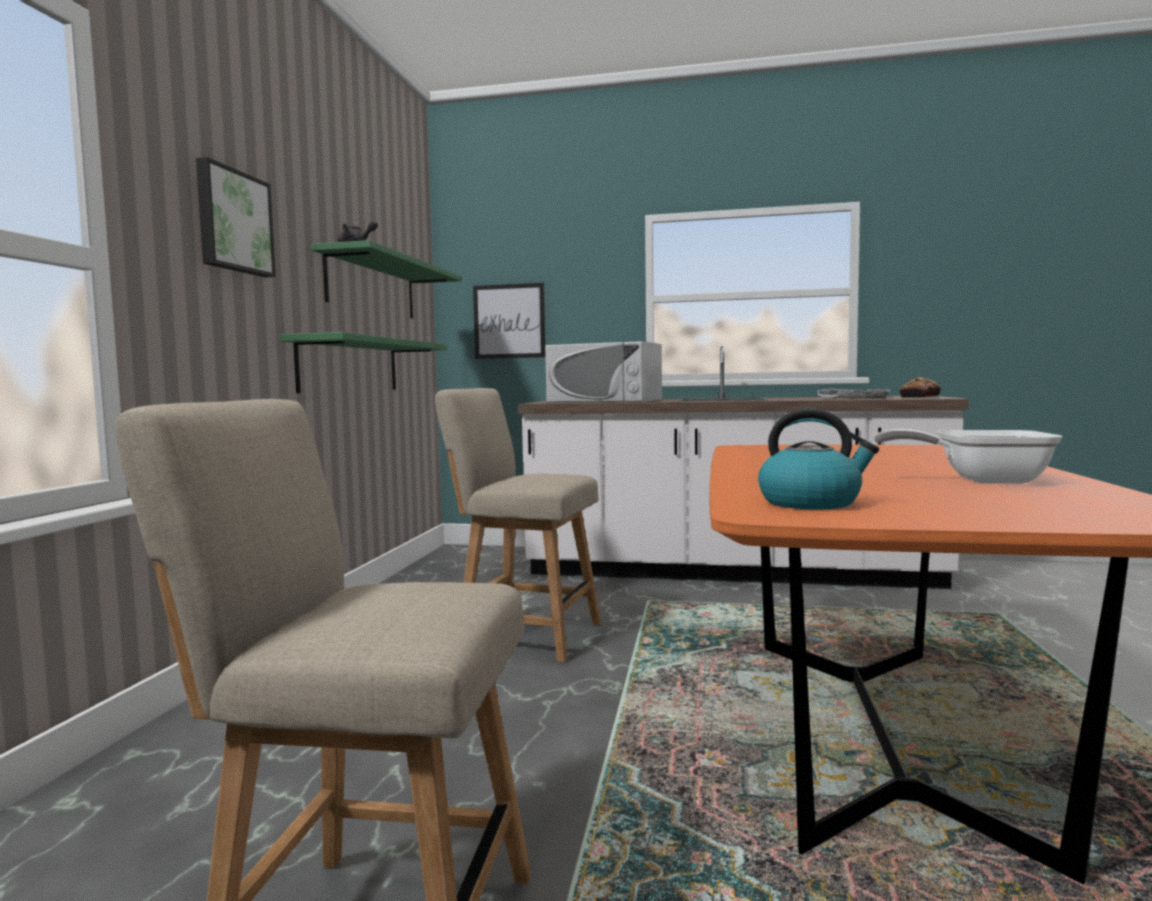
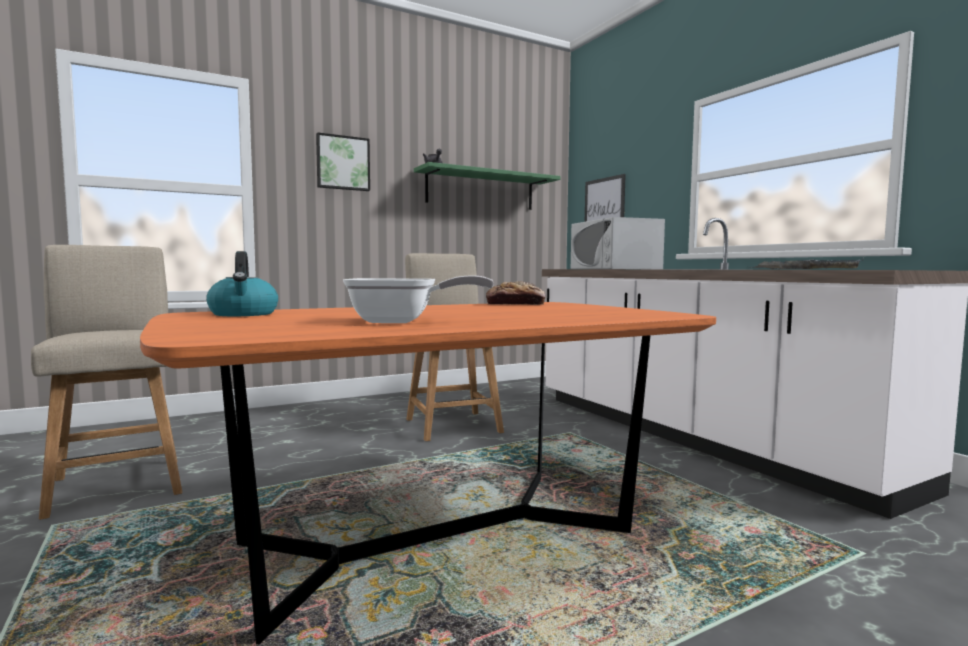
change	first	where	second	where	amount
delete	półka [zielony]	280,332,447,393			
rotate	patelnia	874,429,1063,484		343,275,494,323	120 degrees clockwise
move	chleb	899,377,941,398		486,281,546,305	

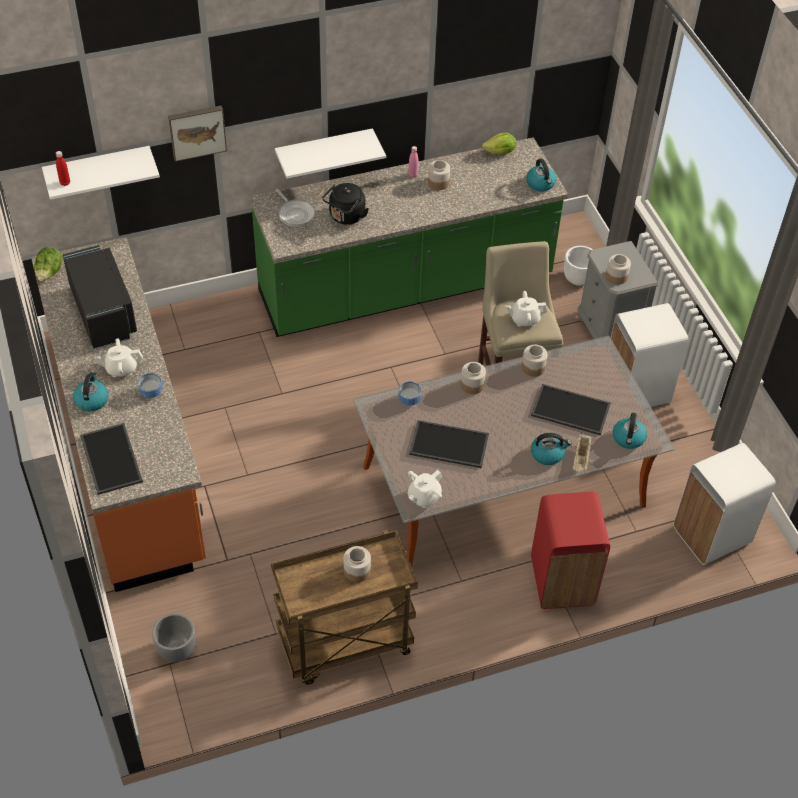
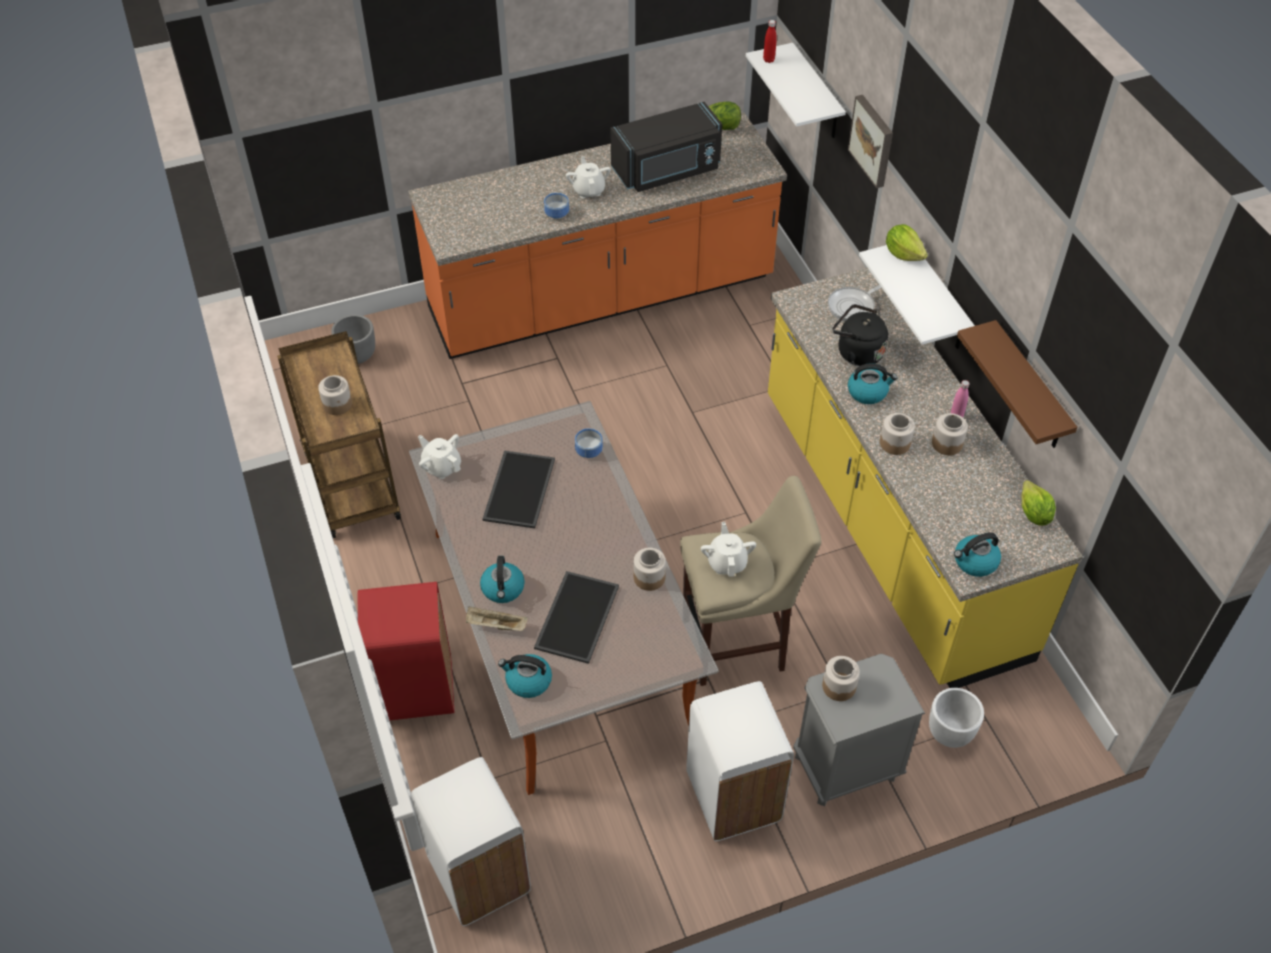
change	first	where	second	where	amount
move	czajnik	73,371,109,411		848,363,897,404	
delete	taca	80,423,143,495			
recolor	zabudowa kuchenna [zielony]	250,137,568,337	zabudowa kuchenna [żółty]	768,268,1083,688	
move	słoik	461,362,486,394		880,413,915,455	
insert			sałata	886,224,928,261	
insert			półka [brązowy]	957,320,1077,448	

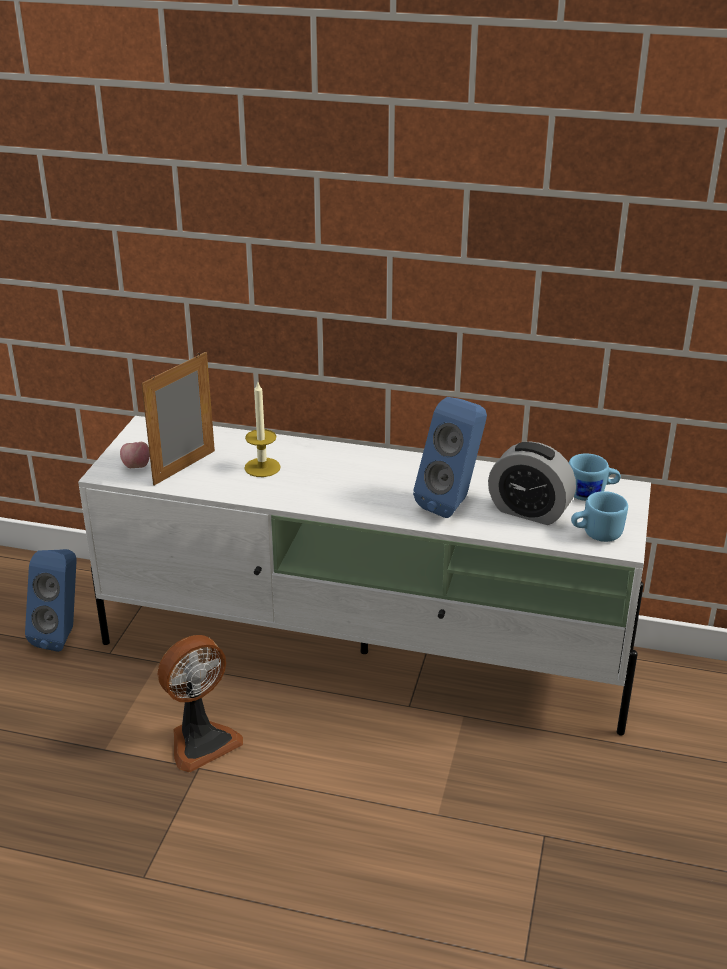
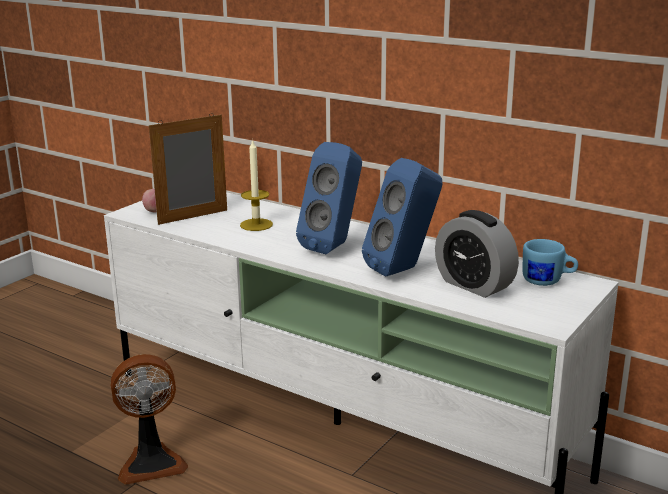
change	first	where	second	where	amount
move	głośnik [niebieski]	25,549,76,652		296,142,362,254	
delete	kubek [niebieski]	571,491,628,542			

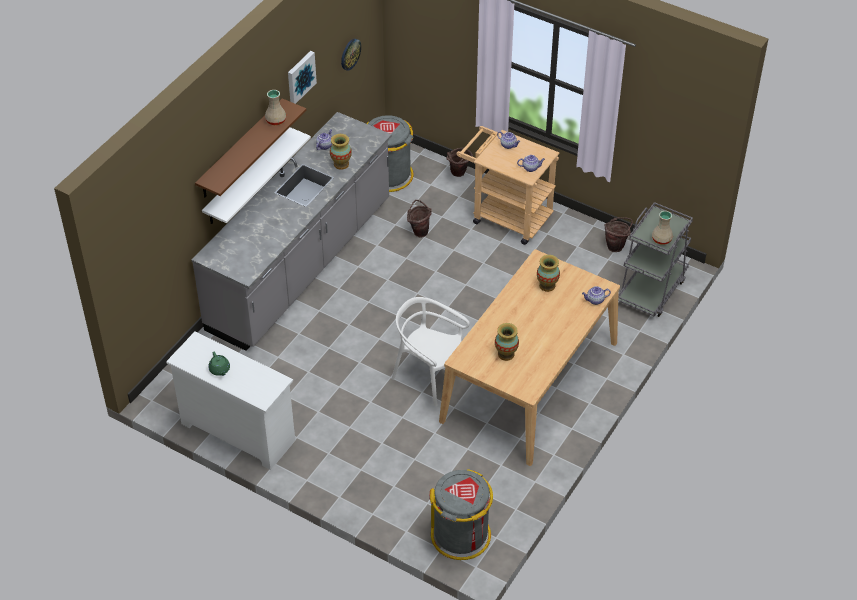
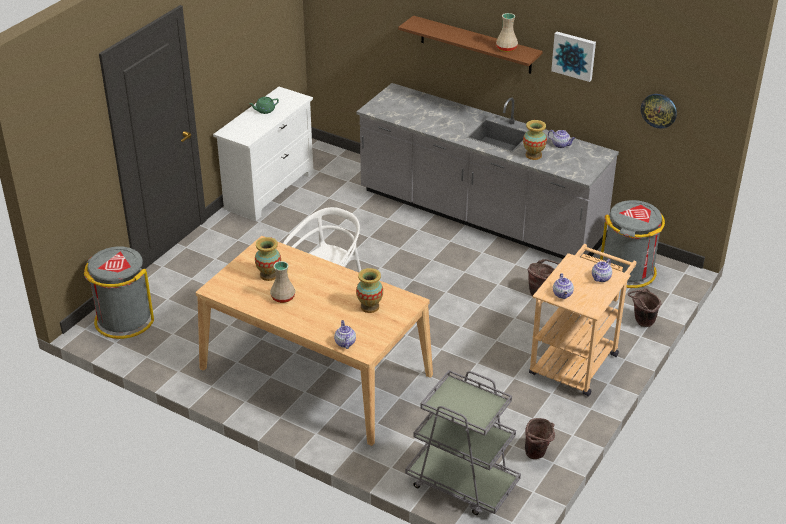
change	first	where	second	where	amount
delete	półka [biały]	202,127,311,224			
move	wazon [beżowy]	652,211,673,245		270,261,295,303	

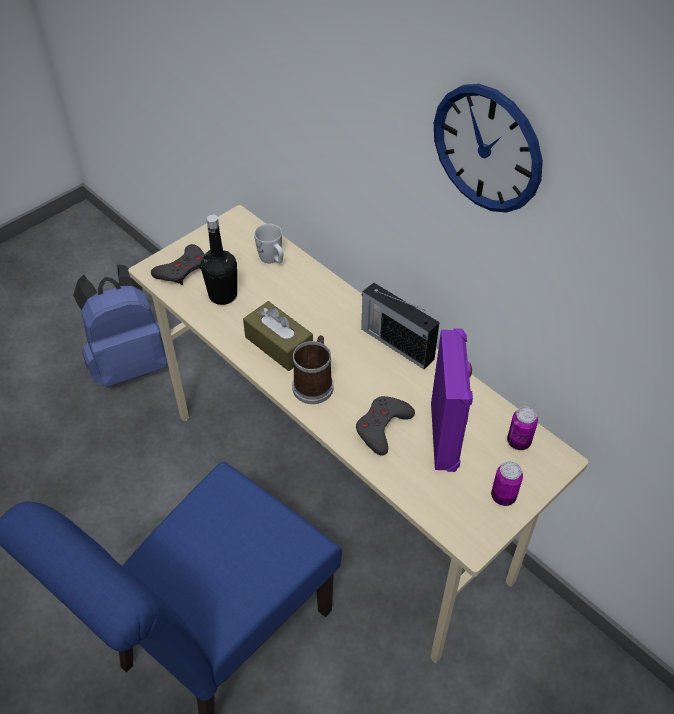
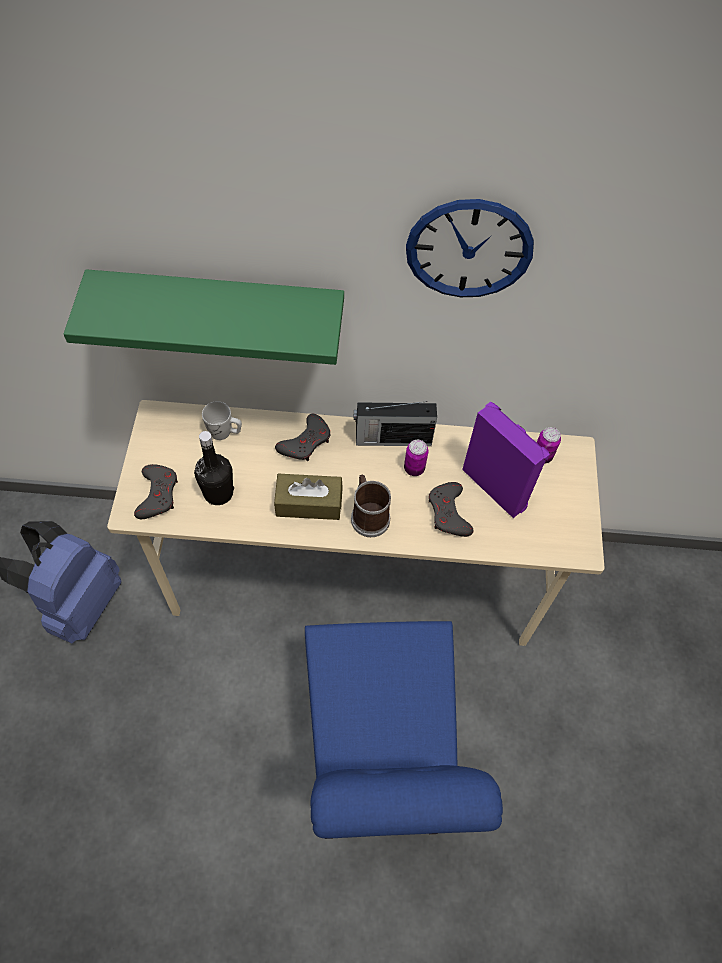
change	first	where	second	where	amount
move	puszka	491,461,523,506		404,440,428,476	
insert			półka [zielony]	64,269,344,365	
insert			pad do gier [szary]	275,414,331,461	

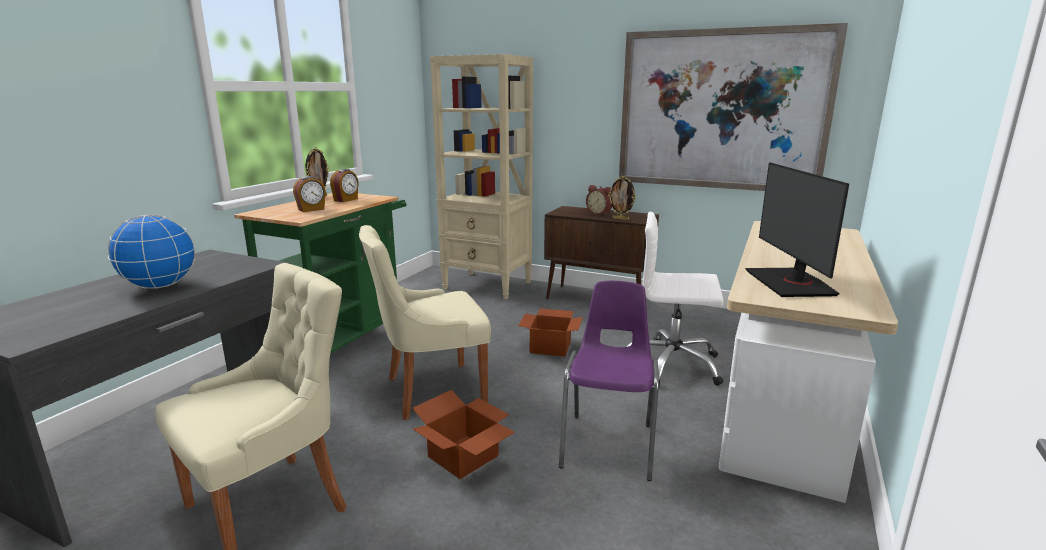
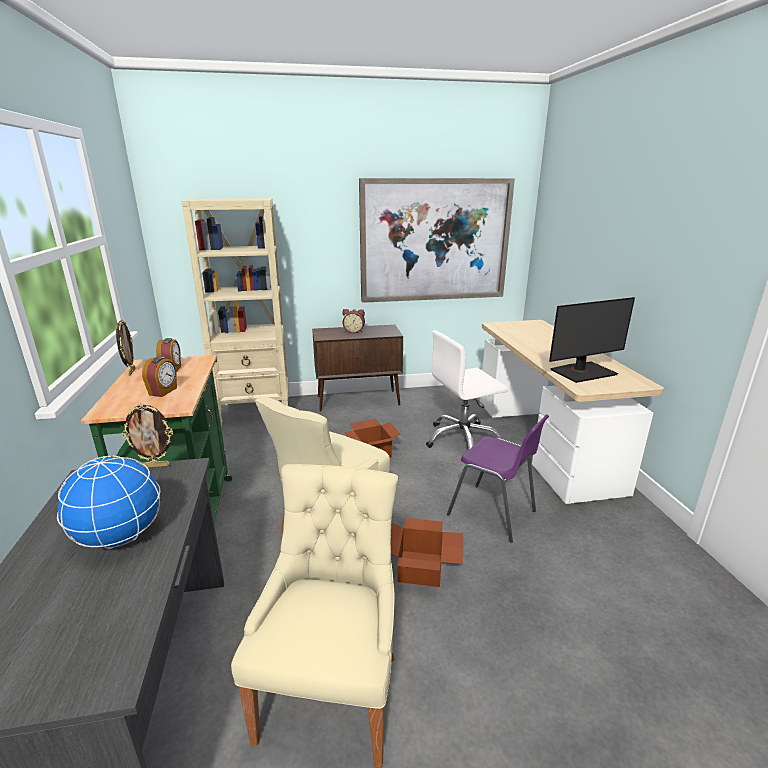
change	first	where	second	where	amount
rotate	krzesło [fioletowy]	559,281,659,481		447,414,549,543	150 degrees clockwise
move	ramka na zdjęcie	608,176,636,220		122,403,173,468	
rotate	monitor	745,162,849,297		549,297,635,383	75 degrees counterclockwise

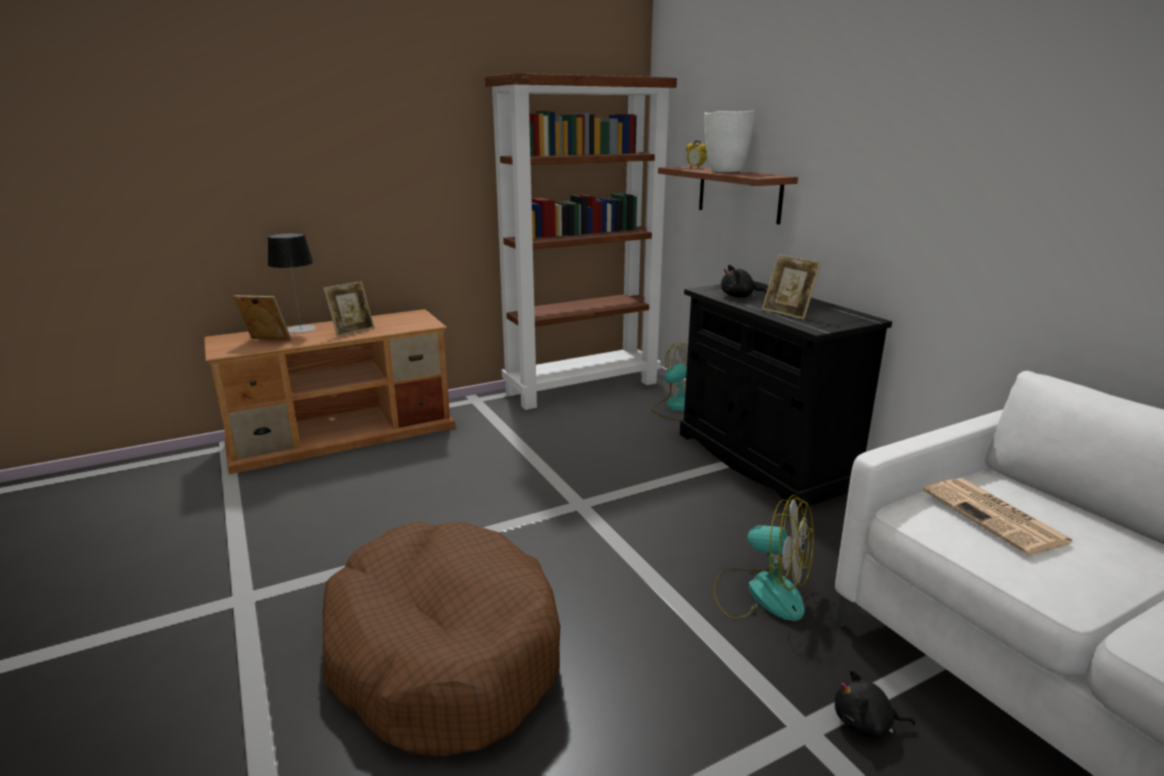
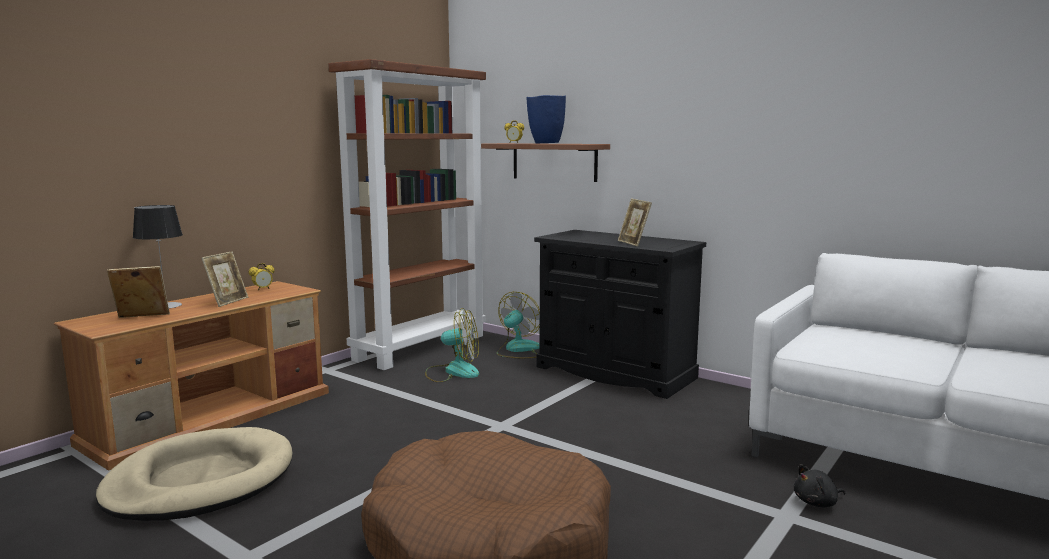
change	first	where	second	where	amount
recolor	wazon [biały]	704,111,755,172	wazon [niebieski]	526,95,566,143	
move	wentylator	713,495,814,621		425,308,479,382	
delete	pluszak [czarny]	721,265,767,298			
rotate	ramka na zdjęcie	762,254,822,320		618,198,652,246	45 degrees clockwise
delete	gazeta	923,478,1075,555			
insert			legowisko [beżowy]	96,427,293,521	
insert			budzik	249,263,274,290	

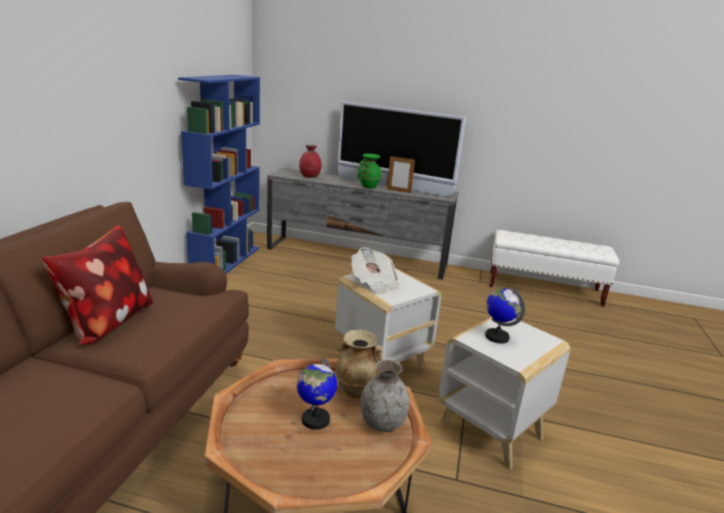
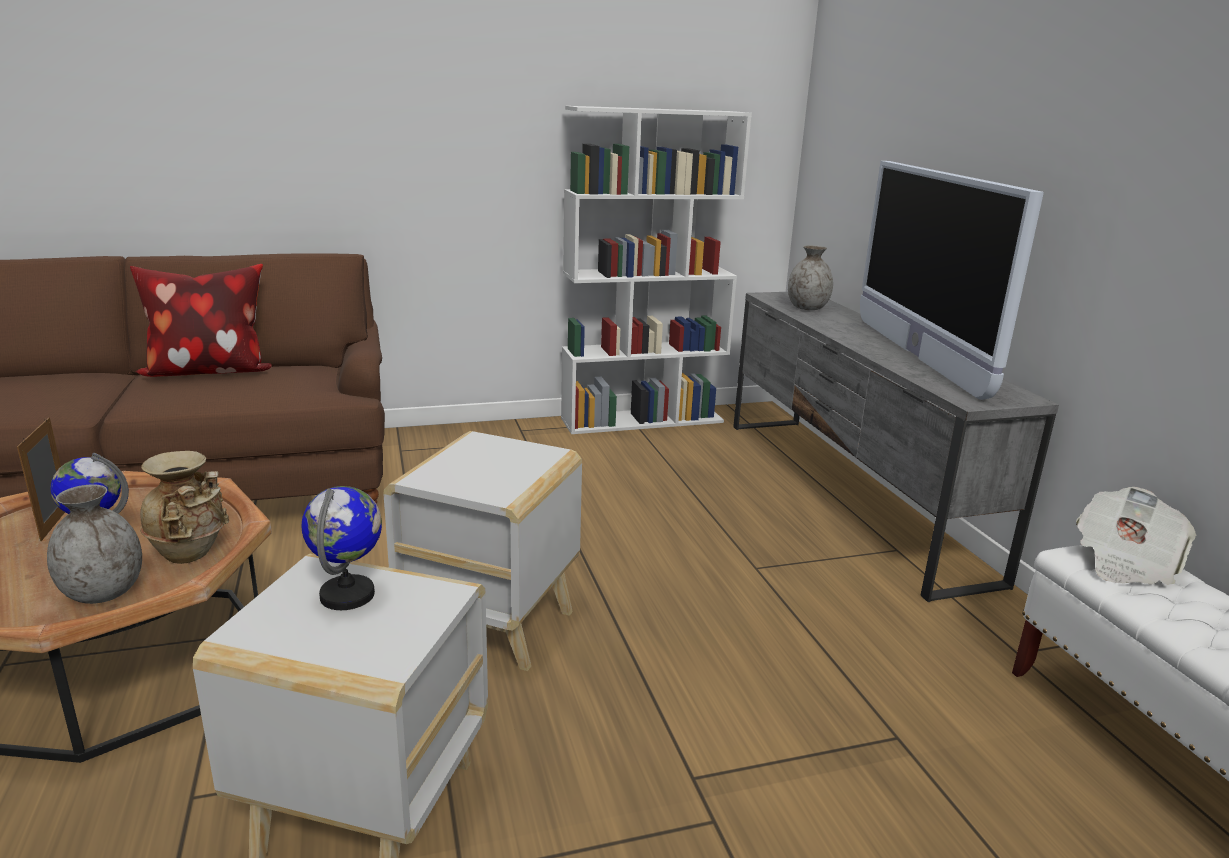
change	first	where	second	where	amount
recolor	regał [niebieski]	178,75,260,274	regał [biały]	561,106,752,434	
recolor	wazon [czerwony]	299,145,322,178	wazon [szary]	788,245,833,310	
move	gazeta	351,247,399,295		1076,487,1196,585	
delete	wazon [zielony]	357,154,382,189			
move	ramka na zdjęcie	387,156,415,193		17,418,65,541	

